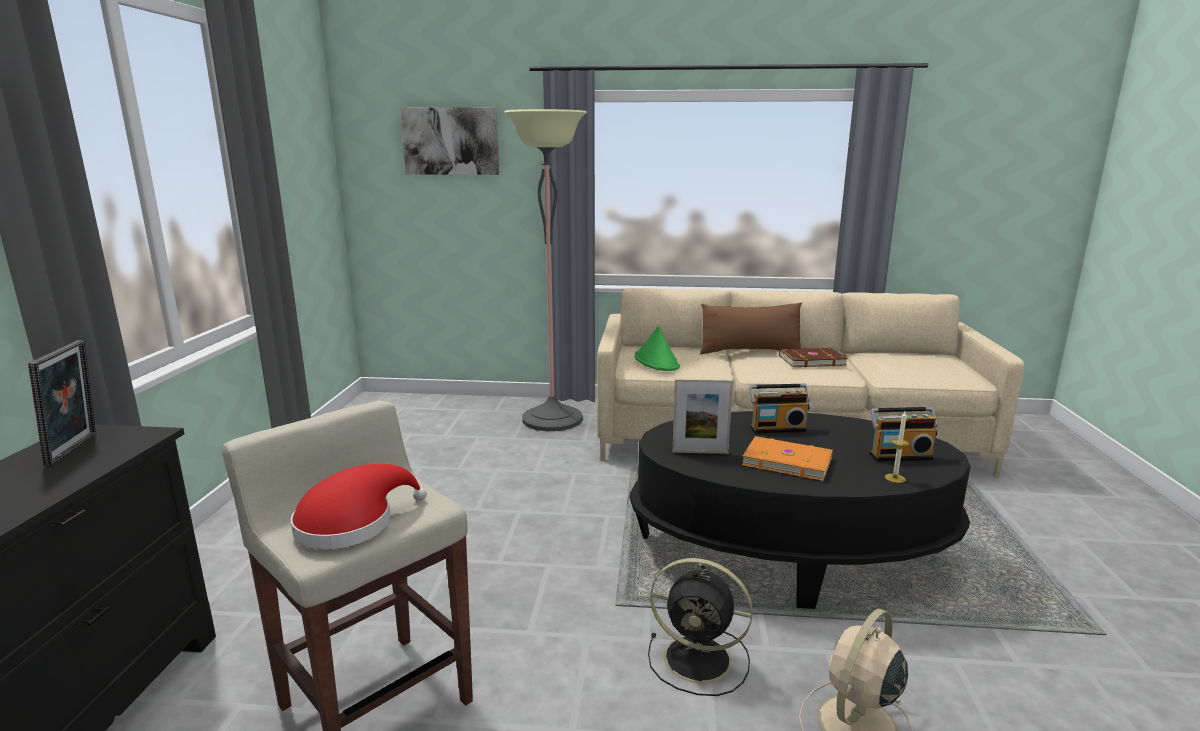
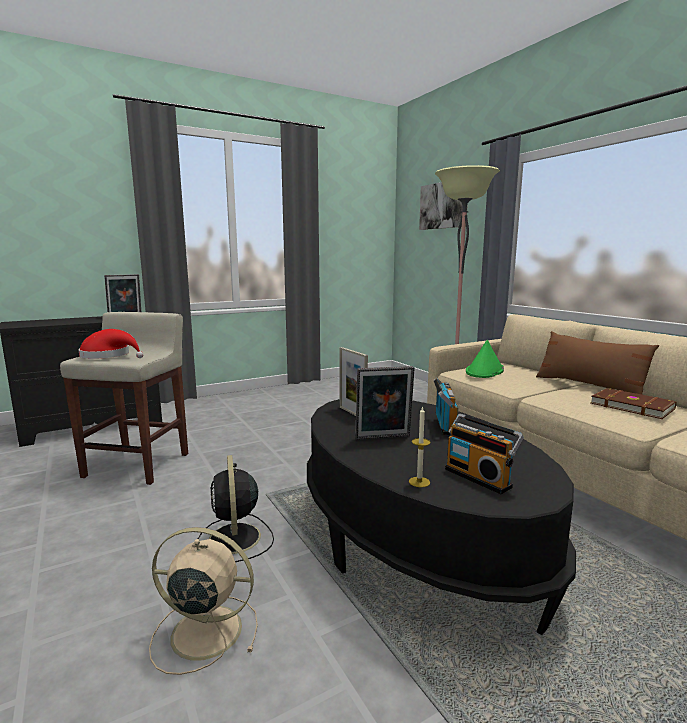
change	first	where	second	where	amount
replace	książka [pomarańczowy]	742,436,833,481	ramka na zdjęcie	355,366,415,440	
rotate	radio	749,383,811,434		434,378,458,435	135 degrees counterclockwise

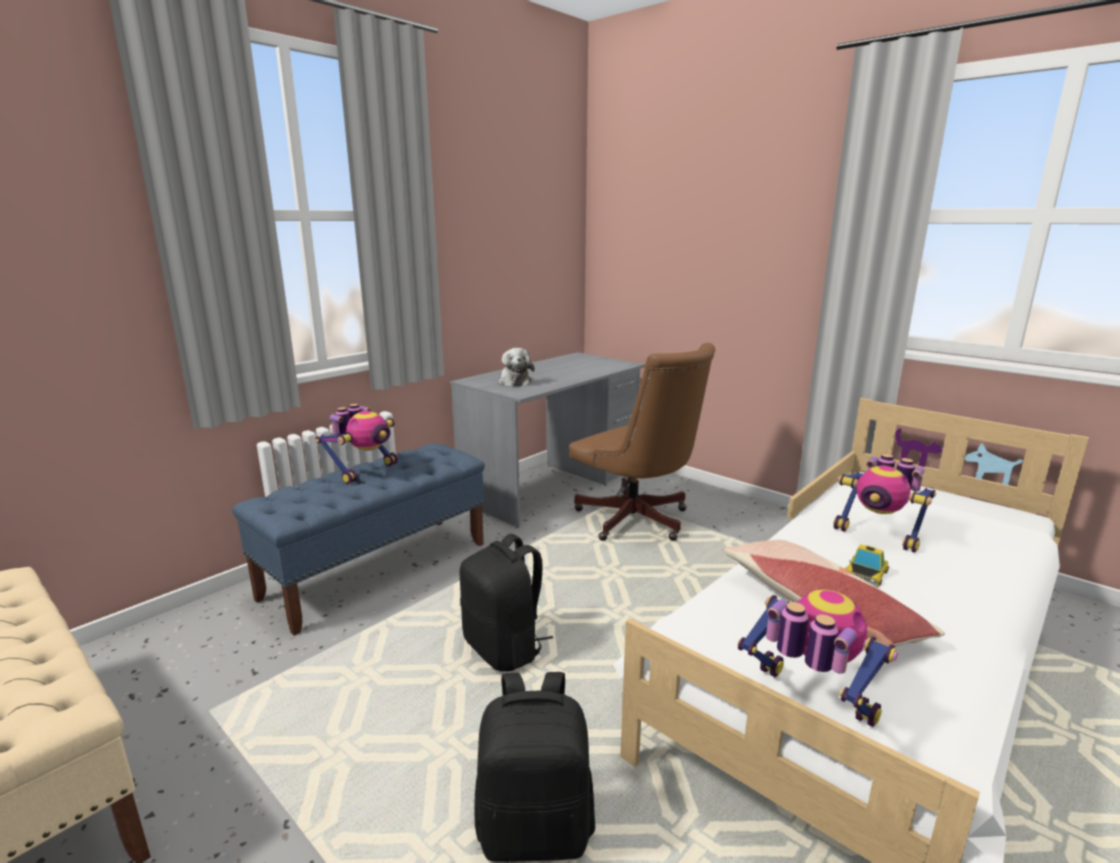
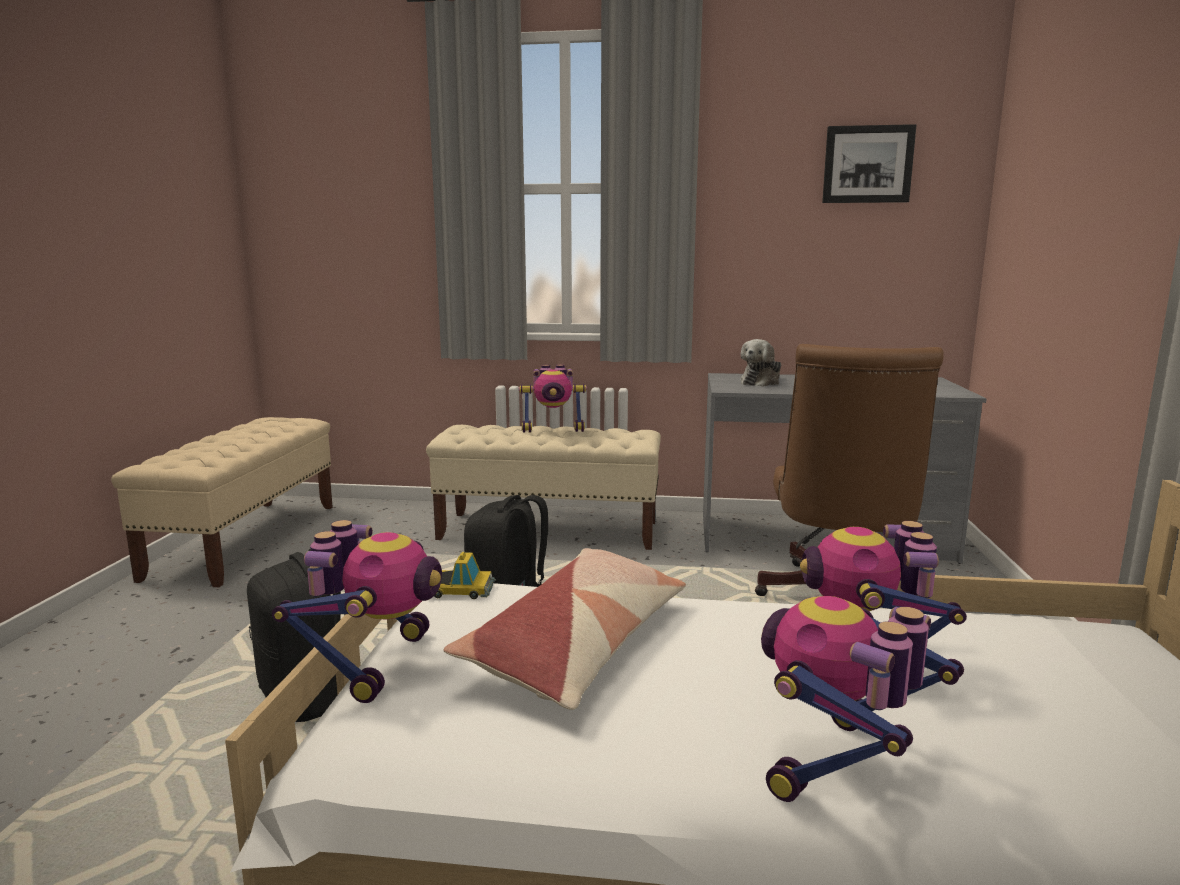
change	first	where	second	where	amount
recolor	ławka [niebieski]	232,443,485,636	ławka [beżowy]	426,425,661,550	
move	samochodzik	845,544,889,588		434,552,496,599	
insert			robot zabawkowy	761,596,964,802	
insert			obraz	822,124,917,203	

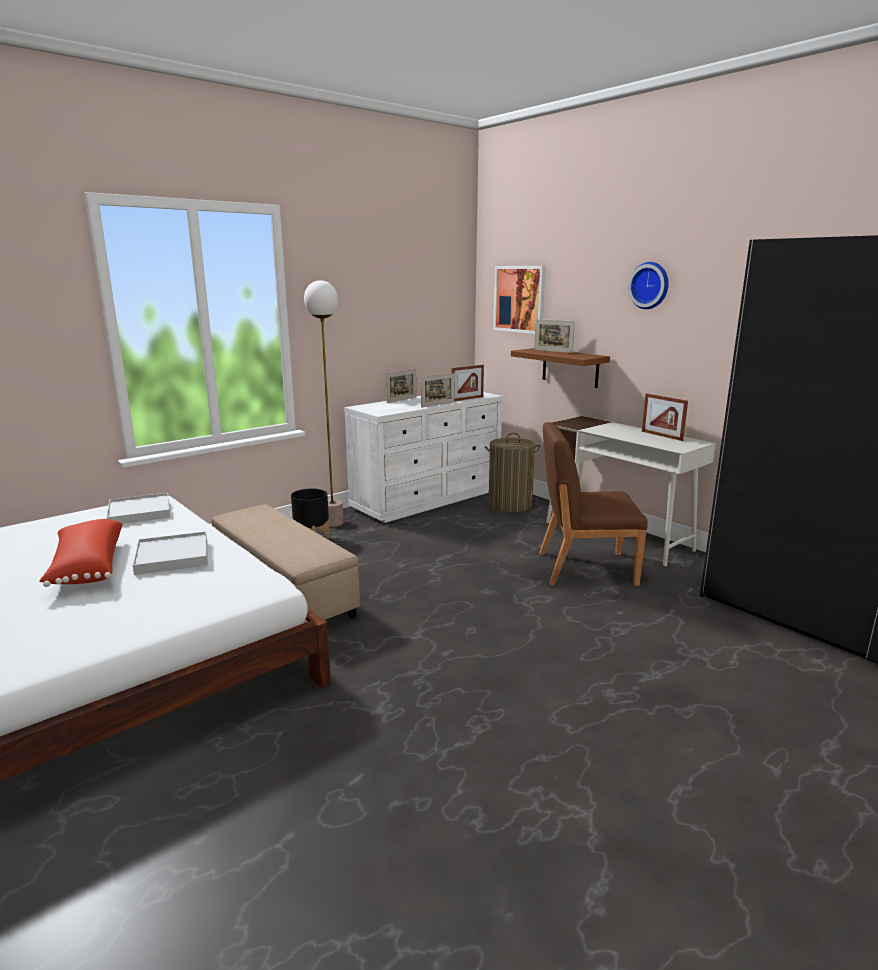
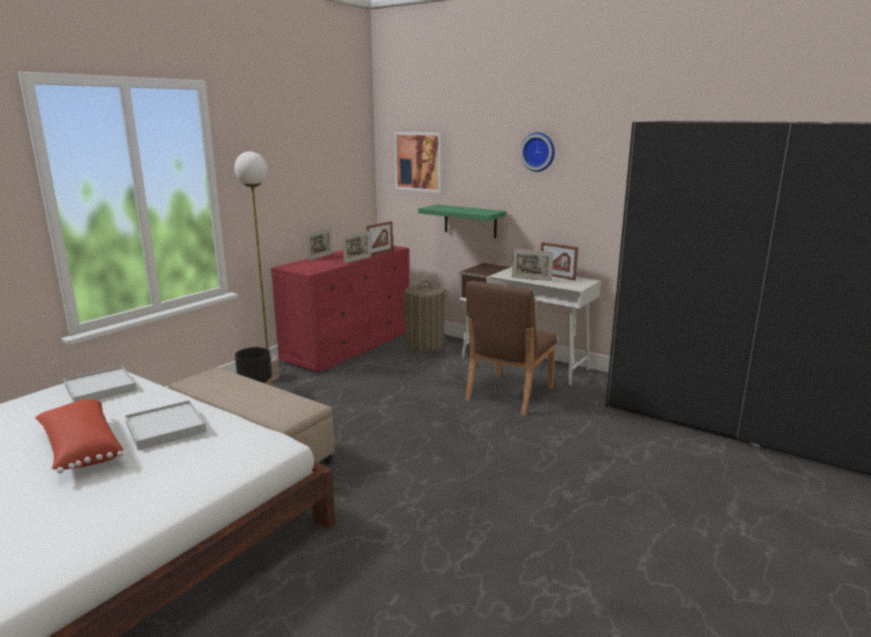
change	first	where	second	where	amount
recolor	komoda [biały]	344,392,503,523	komoda [czerwony]	271,246,409,372	
recolor	półka [brązowy]	511,348,610,388	półka [zielony]	418,205,506,238	
move	ramka na zdjęcie	534,319,575,353		512,249,554,281	
rotate	krzesło [brązowy]	539,422,648,586		465,281,557,415	45 degrees counterclockwise

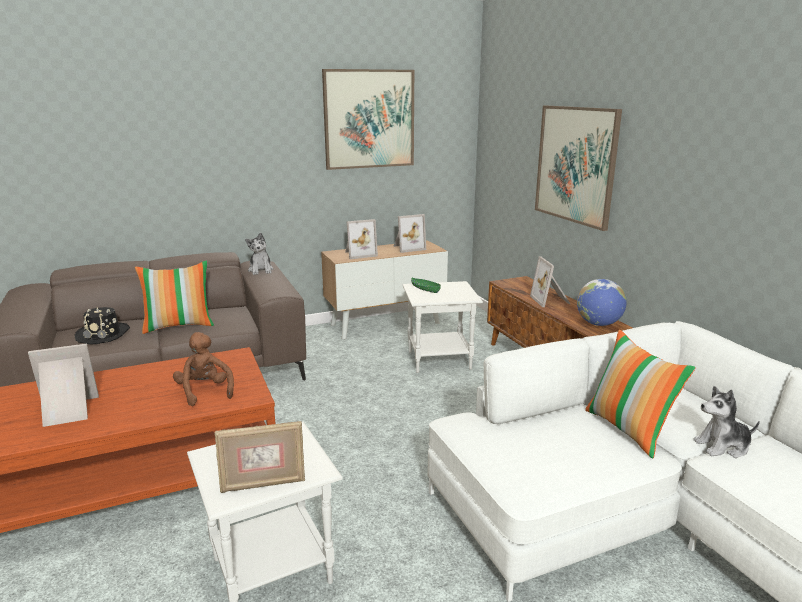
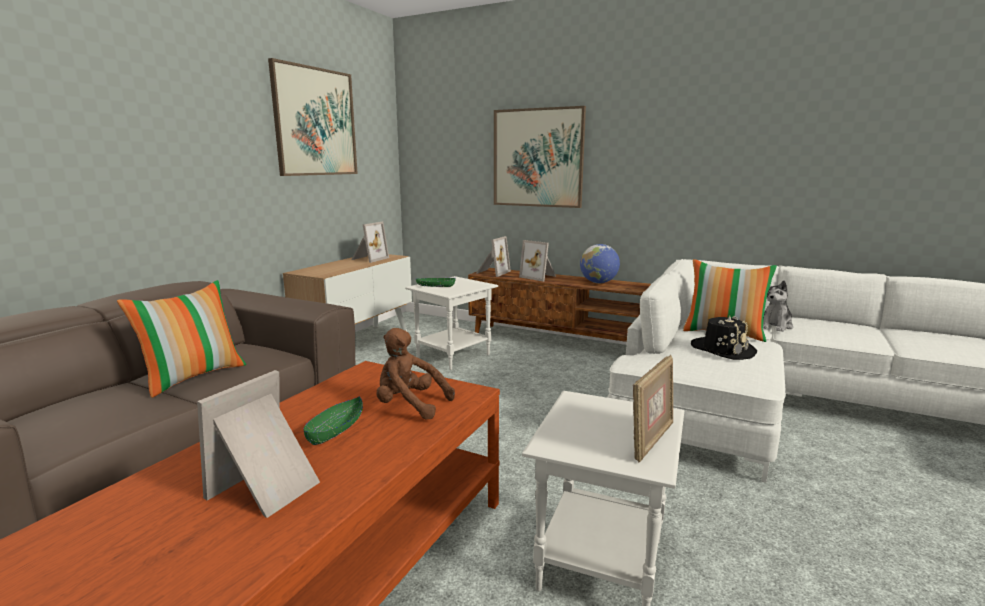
change	first	where	second	where	amount
move	kapelusz [czarny]	74,307,130,345		691,316,757,360	
delete	pluszak	245,232,274,275			
move	ramka na zdjęcie	345,219,378,259		476,236,511,277	
insert			miska [zielony]	304,396,363,445	

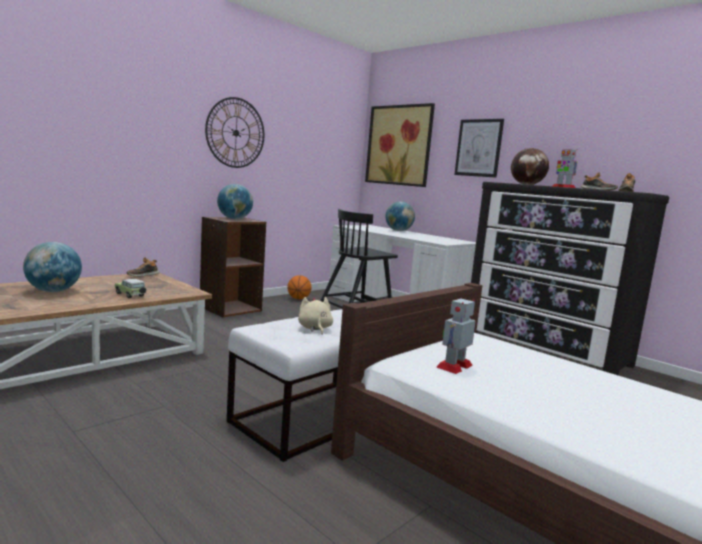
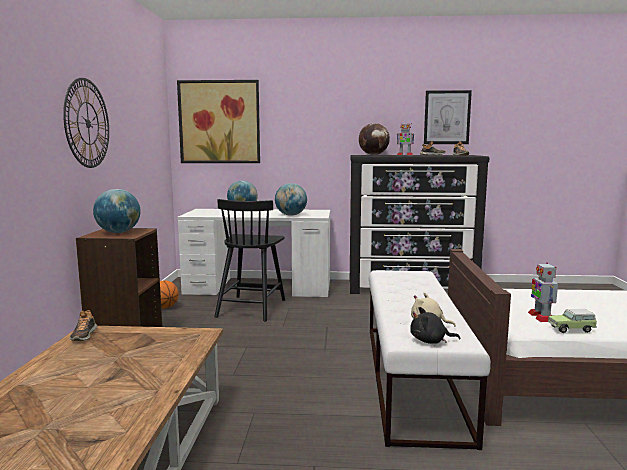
change	first	where	second	where	amount
move	globus	23,242,82,292		275,183,307,216	
move	samochodzik	115,279,147,298		548,309,597,333	
move	obraz	454,119,504,178		424,90,472,144	
insert			pluszak [czarny]	410,307,460,344	

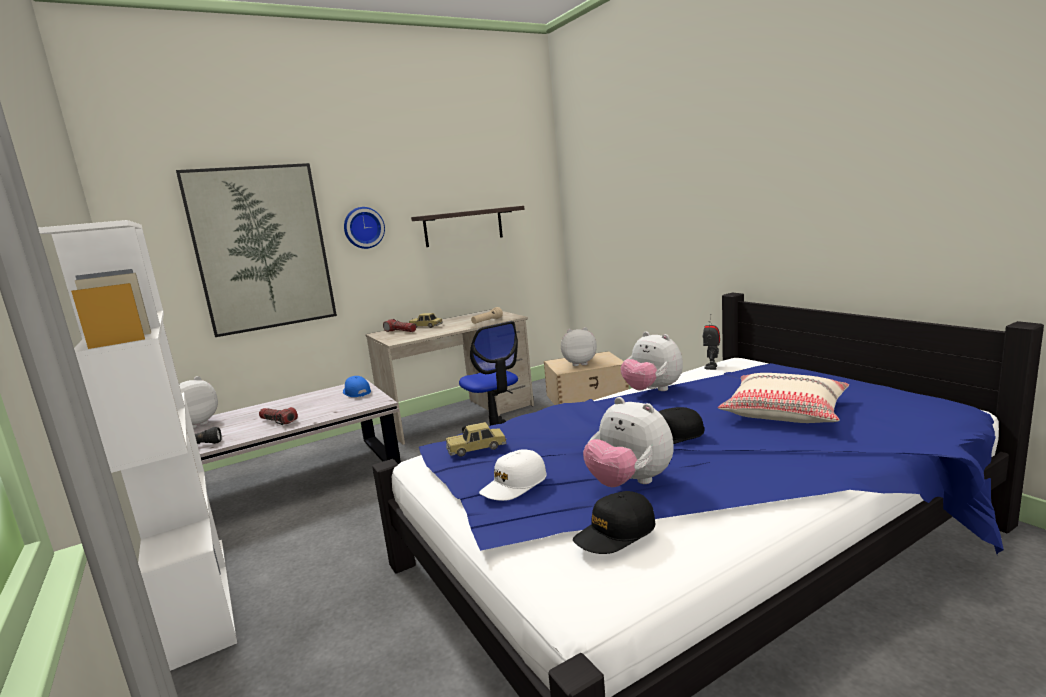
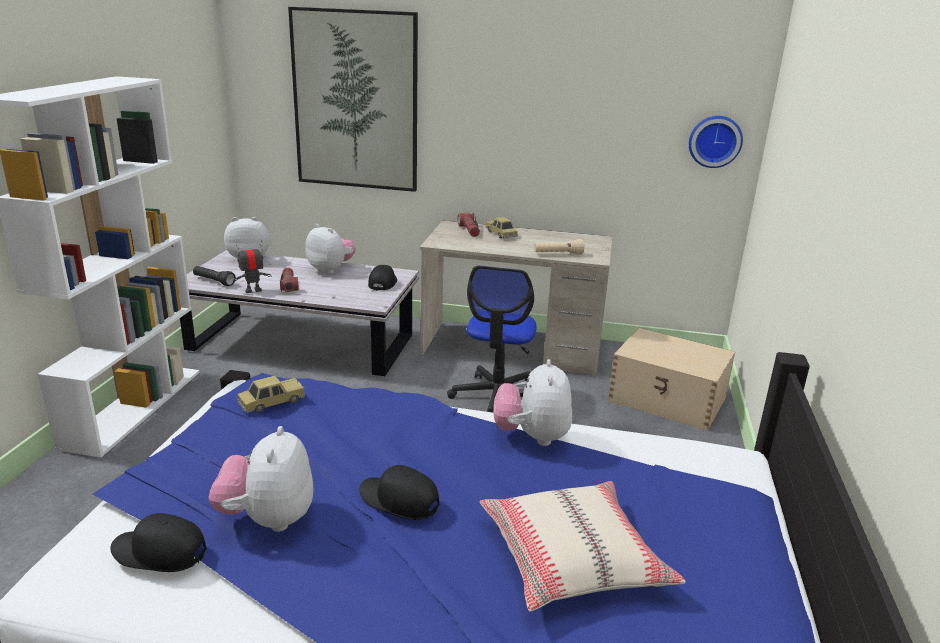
change	first	where	second	where	amount
recolor	czapka z daszkiem [niebieski]	343,376,371,397	czapka z daszkiem [czarny]	368,265,397,291	
move	zegar ścienny	344,207,385,249		689,116,743,168	
delete	półka	411,206,525,247			
rotate	samochodzik	446,422,507,457		237,376,305,413	120 degrees clockwise
delete	czapka z daszkiem [biały]	479,449,547,501			
move	pluszak	561,327,597,366		305,224,356,274	
move	robot zabawkowy	702,314,720,370		233,242,270,293	

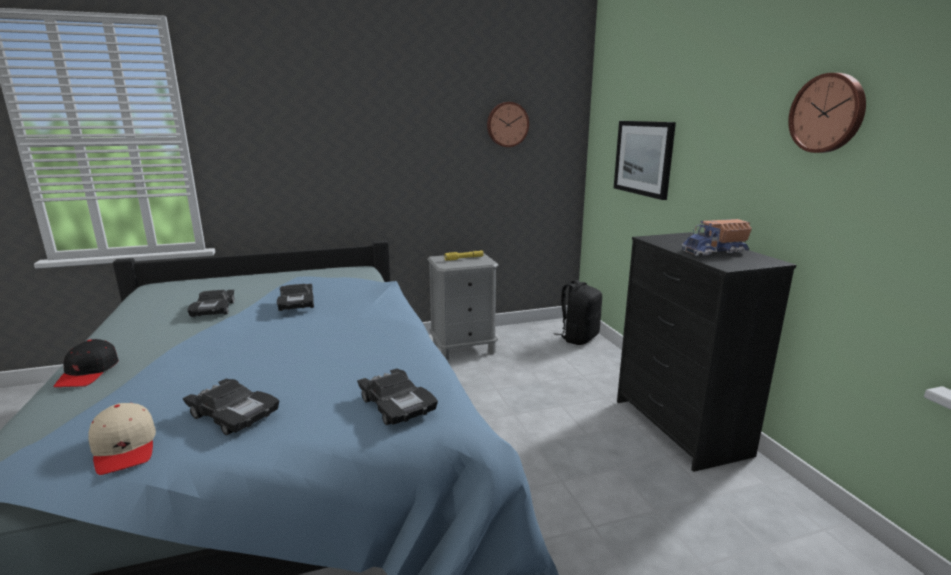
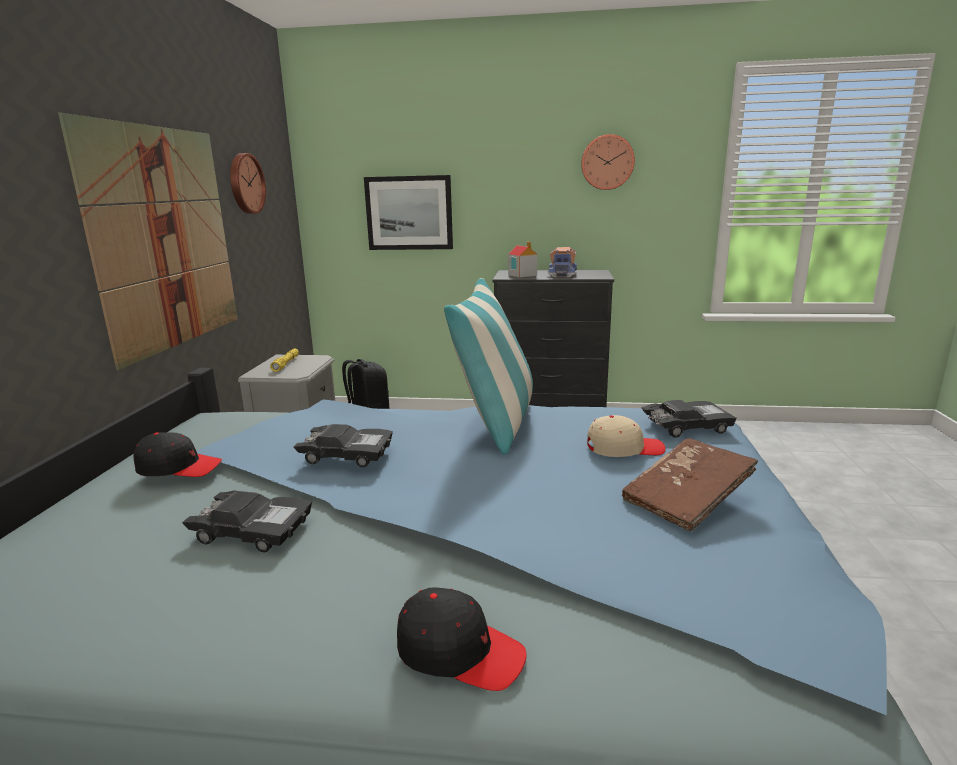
change	first	where	second	where	amount
move	czapka z daszkiem [beżowy]	88,403,156,475		587,415,665,457	
replace	samochodzik [czarny]	183,379,279,435	książka [brązowy]	622,438,758,532	
insert			obraz	58,113,238,370	
insert			czapka z daszkiem [czarny]	133,432,222,477	
insert			poduszka	444,278,533,455	
insert			domek	508,241,537,278	

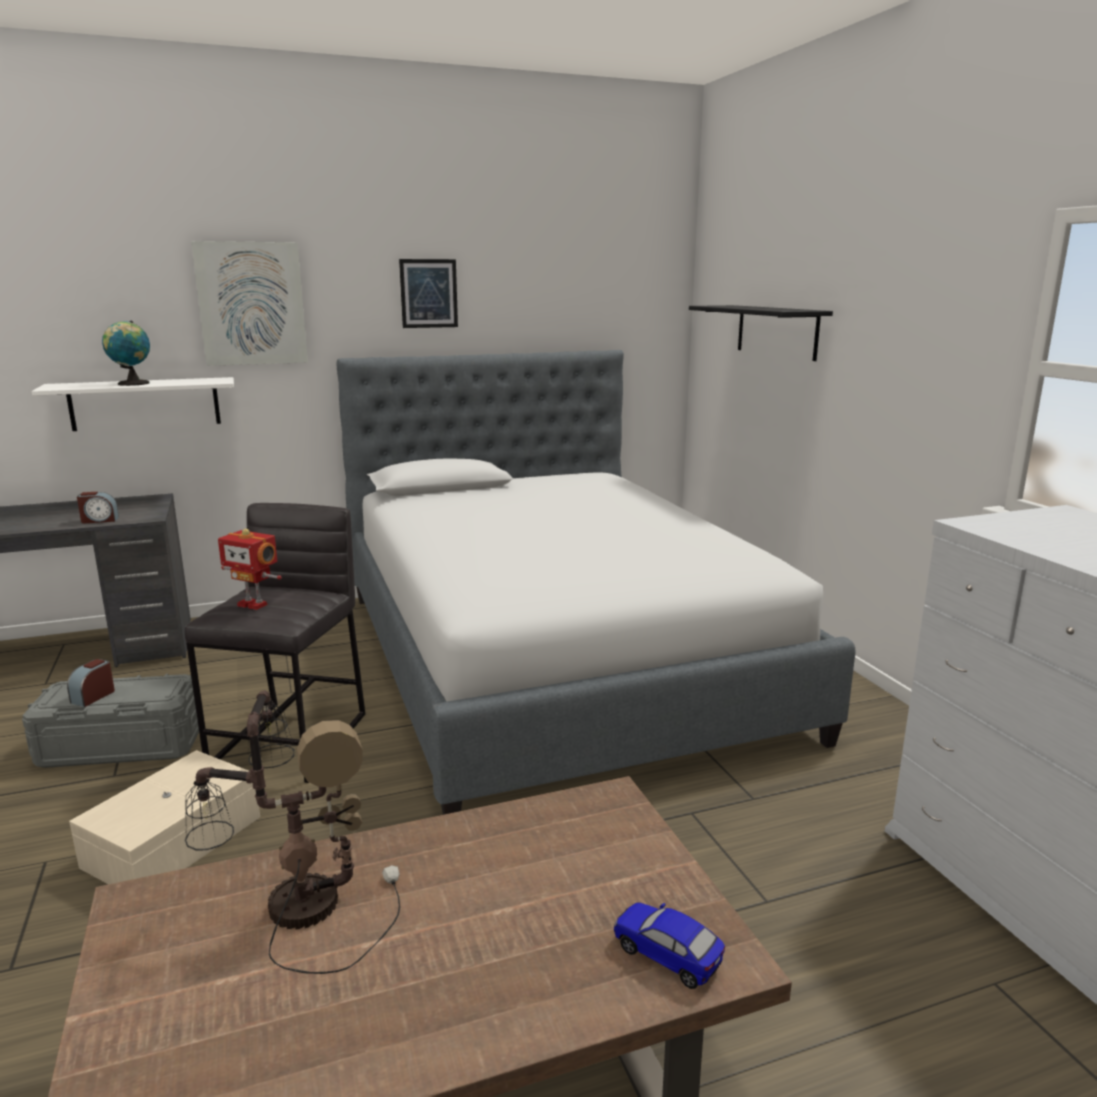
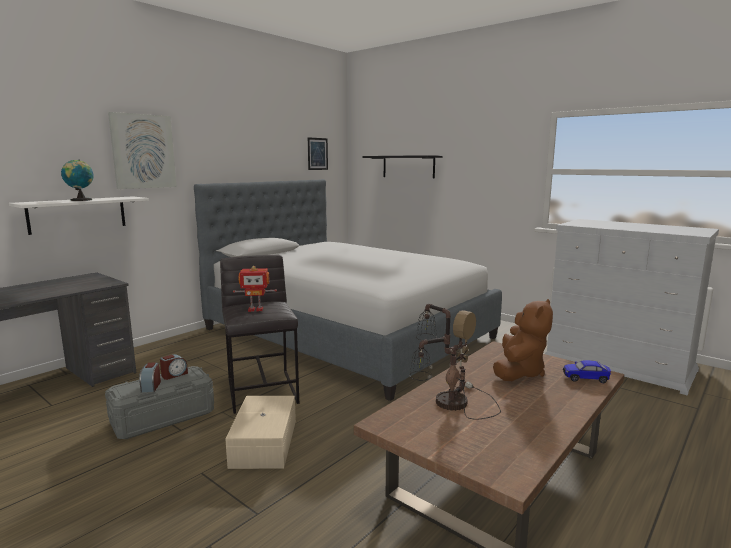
change	first	where	second	where	amount
move	budzik	77,492,119,523		160,354,188,380	
move	obraz	399,259,458,328		308,137,328,170	
insert			pluszak [brązowy]	493,299,553,381	

